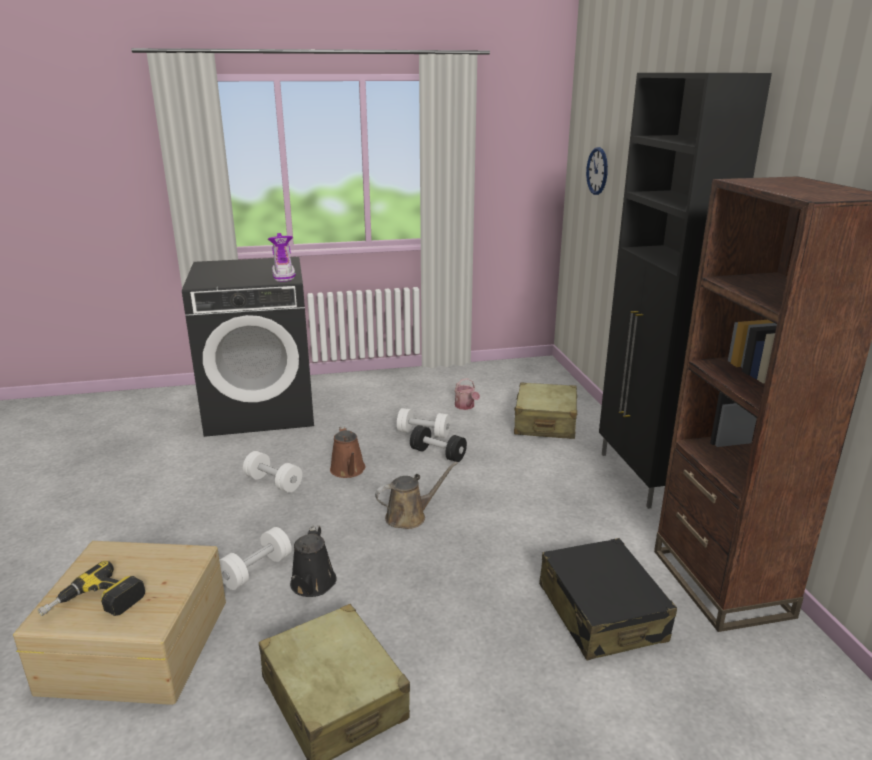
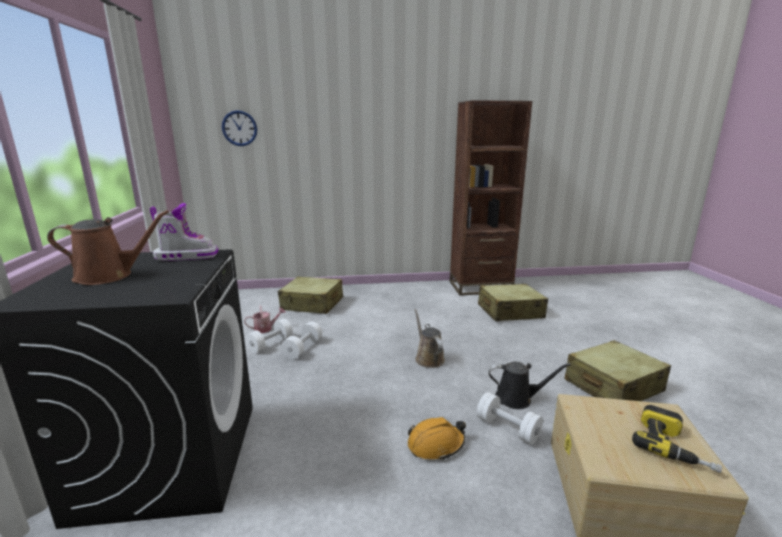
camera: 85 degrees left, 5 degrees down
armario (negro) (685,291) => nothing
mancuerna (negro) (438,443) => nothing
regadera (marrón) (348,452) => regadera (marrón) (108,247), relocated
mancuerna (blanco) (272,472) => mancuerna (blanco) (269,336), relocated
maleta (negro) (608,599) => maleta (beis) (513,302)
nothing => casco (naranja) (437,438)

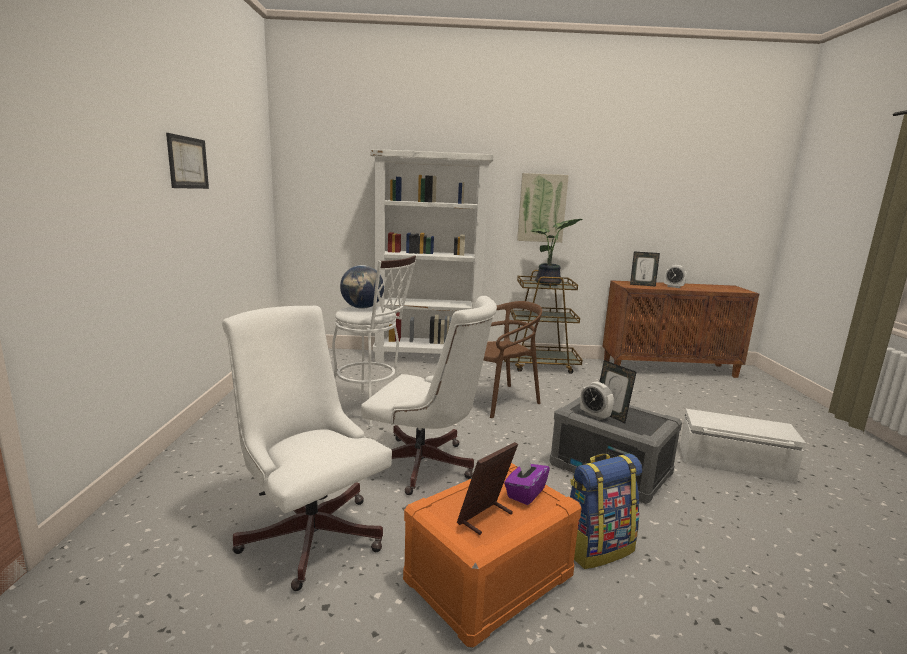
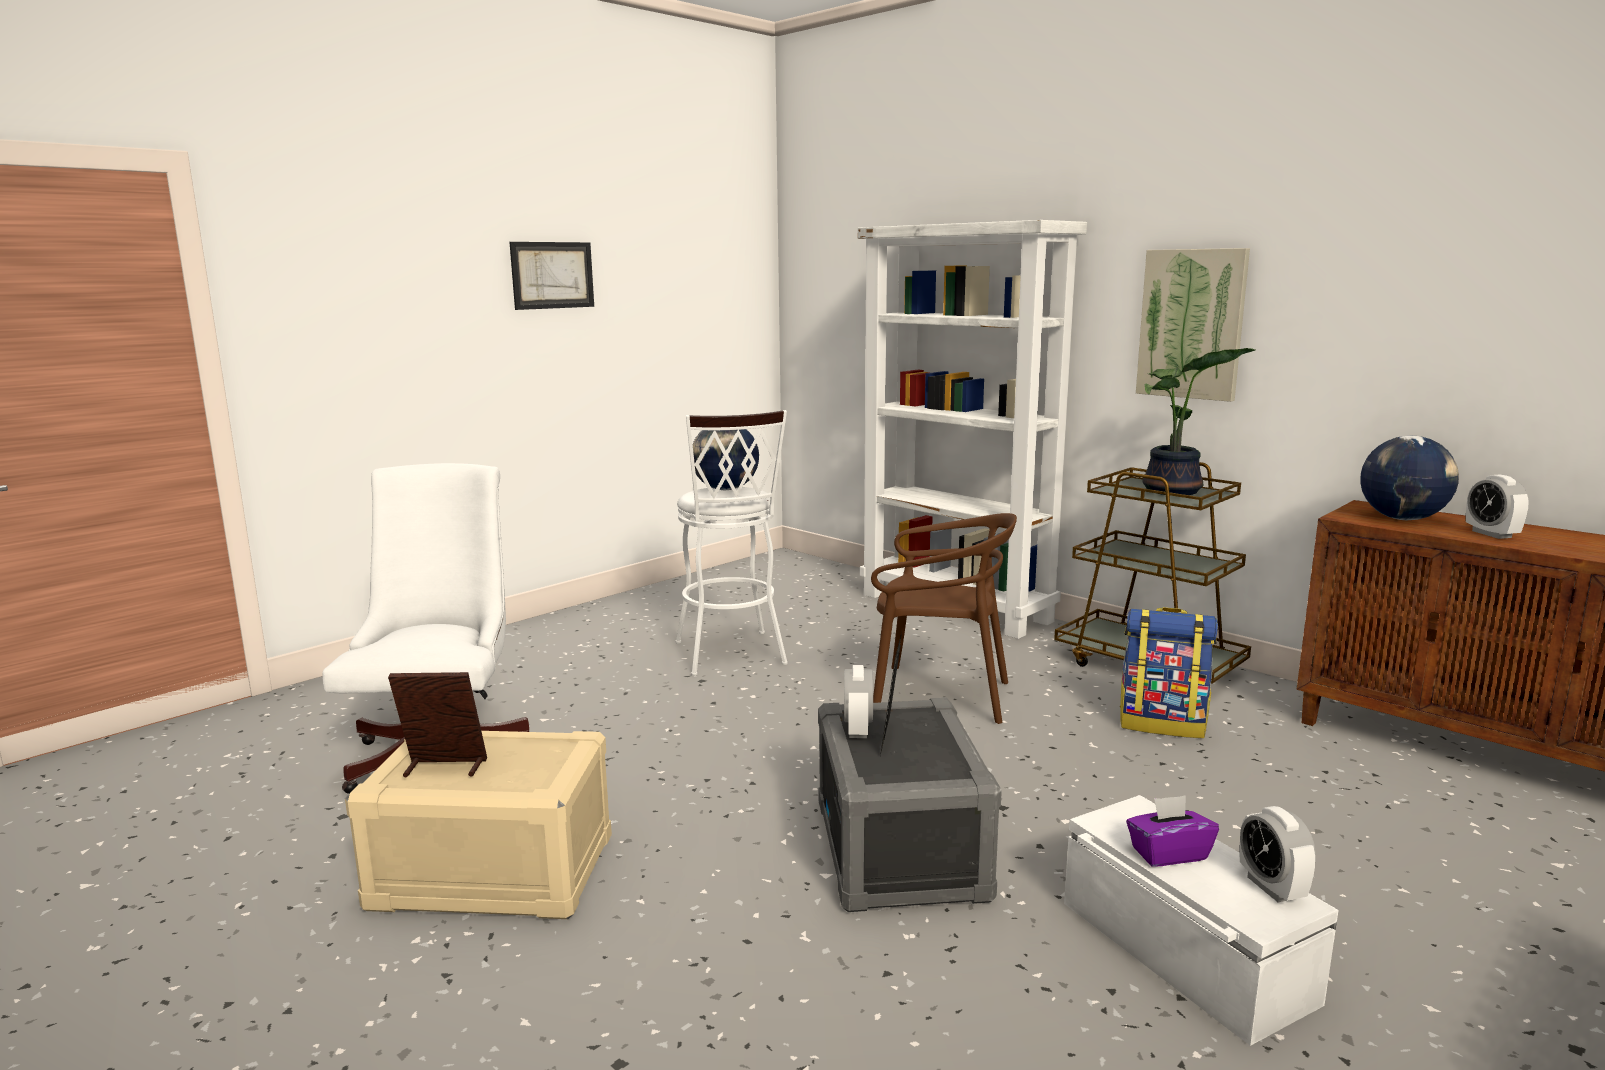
camera: 45 degrees right, 0 degrees up
portarretratos (645,269) => globo terráqueo (1409,478)
silla de oficina (blanco) (429,395) => nothing
mochila (606,511) => mochila (1169,672), relocated
caja de pañuelos (morado) (527,480) => caja de pañuelos (morado) (1172,831), relocated
caja de almacenaje (naranja) (492,555) => caja de almacenaje (beis) (478,825)
nothing => despertador (1278,854)

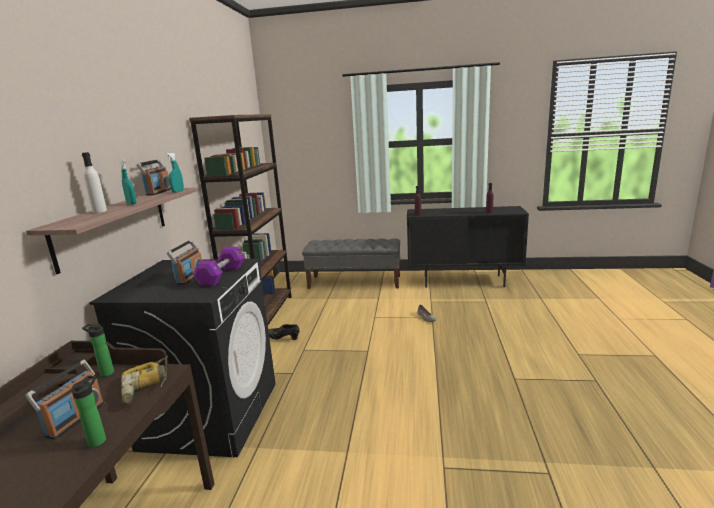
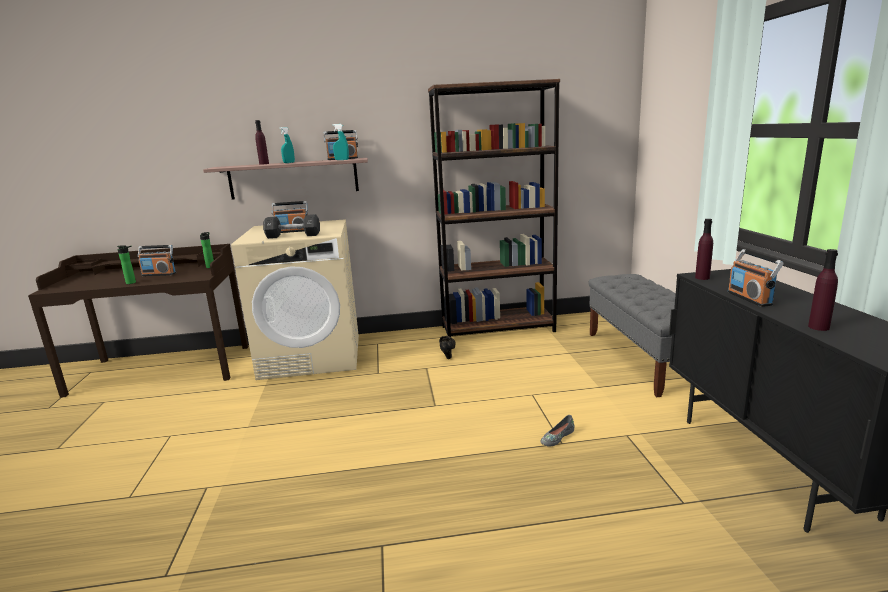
camera: 75 degrees right, 0 degrees up
botella (blanco) (94,182) => botella (morado) (262,142)
mancuerna (morado) (219,266) => mancuerna (negro) (291,226)
lavadora (negro) (182,358) => lavadora (beis) (295,299)
taladro (144,380) => nothing
nothing => radio (756,278)

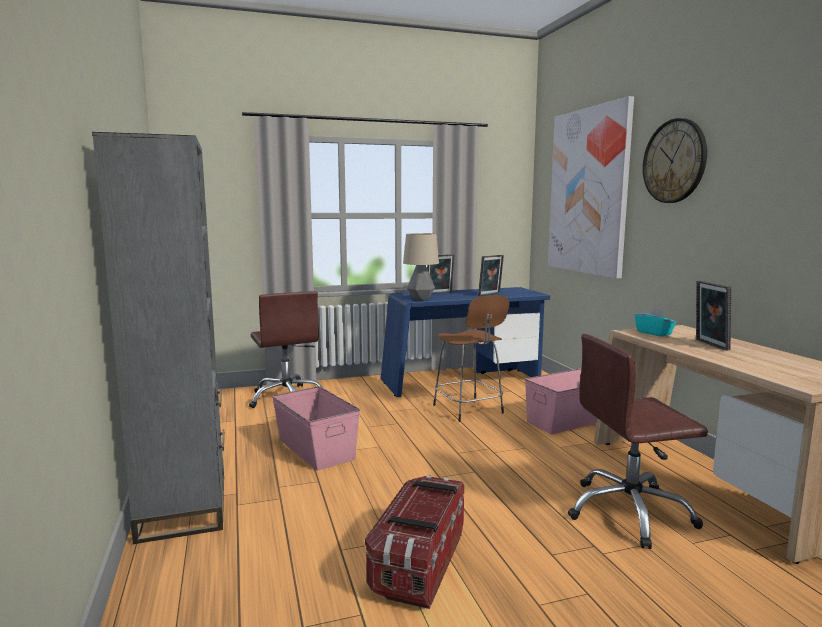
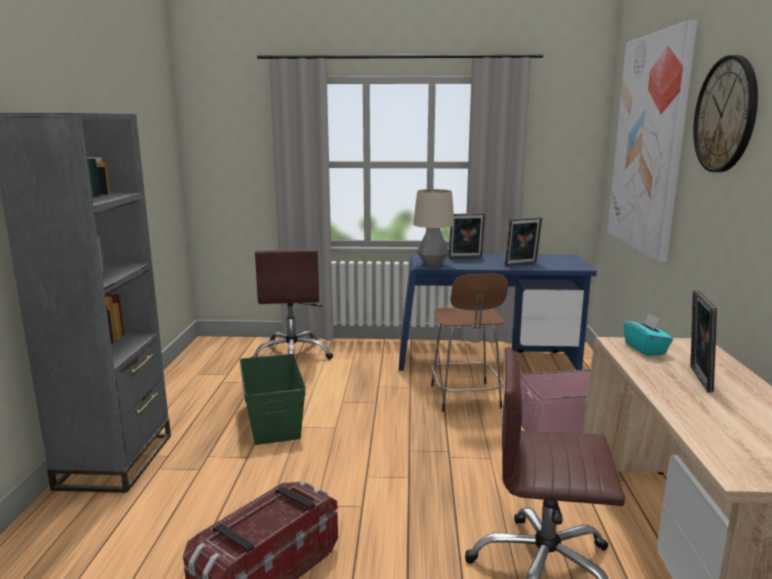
camera: 20 degrees right, 5 degrees up
caja de almacenaje (rosa) (316,428) => caja de almacenaje (verde) (273,399)

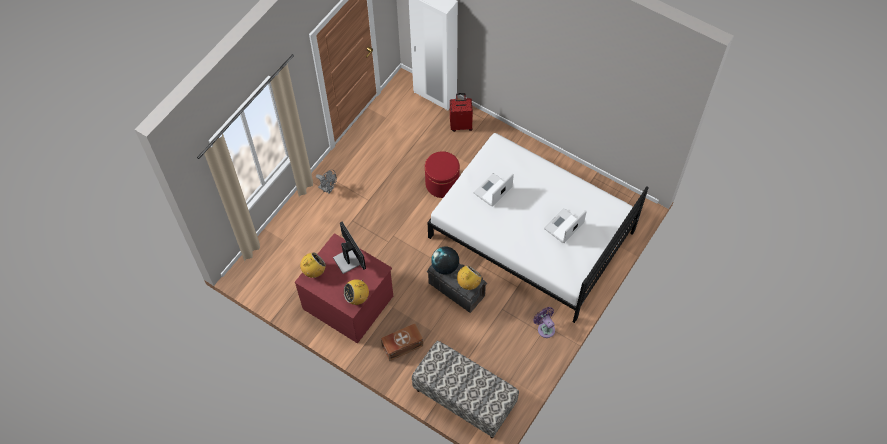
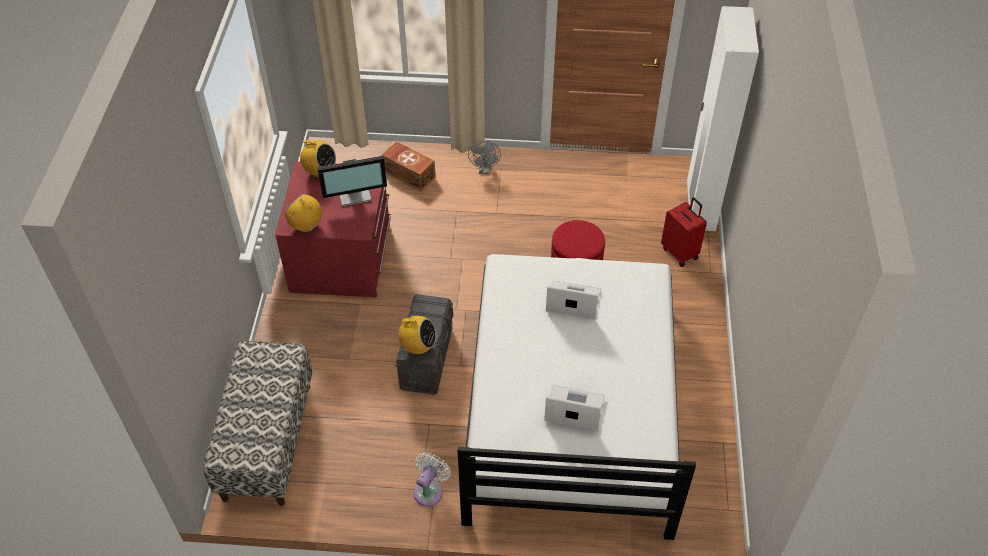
camera: 60 degrees right, 10 degrees down
monitor (349,248) => monitor (352,181), 45 degrees clockwise
globo terráqueo (445,260) => nothing
ventilador (morado) (544,322) => ventilador (blanco) (432,479)
caja de almacenaje (marrón) (402,342) => caja de almacenaje (marrón) (409,166), relocated

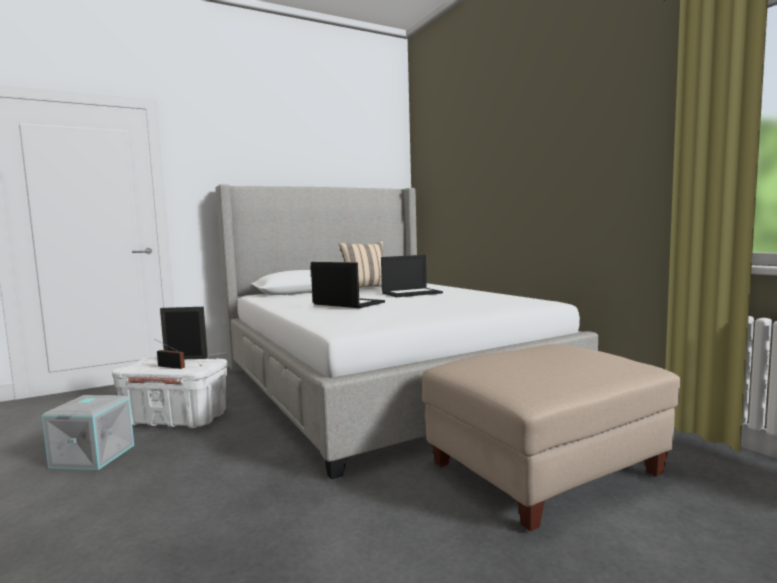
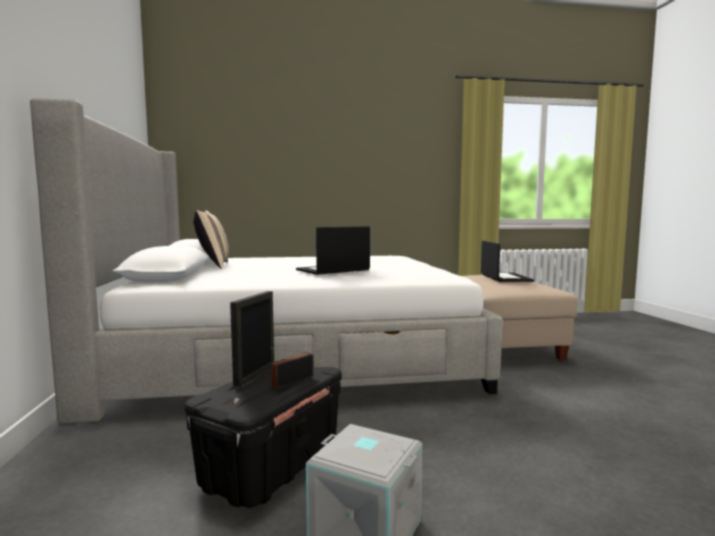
camera: 70 degrees left, 0 degrees up
portátil (412,276) => portátil (507,261), relocated
caja de almacenaje (blanco) (169,392) => caja de almacenaje (negro) (263,433)

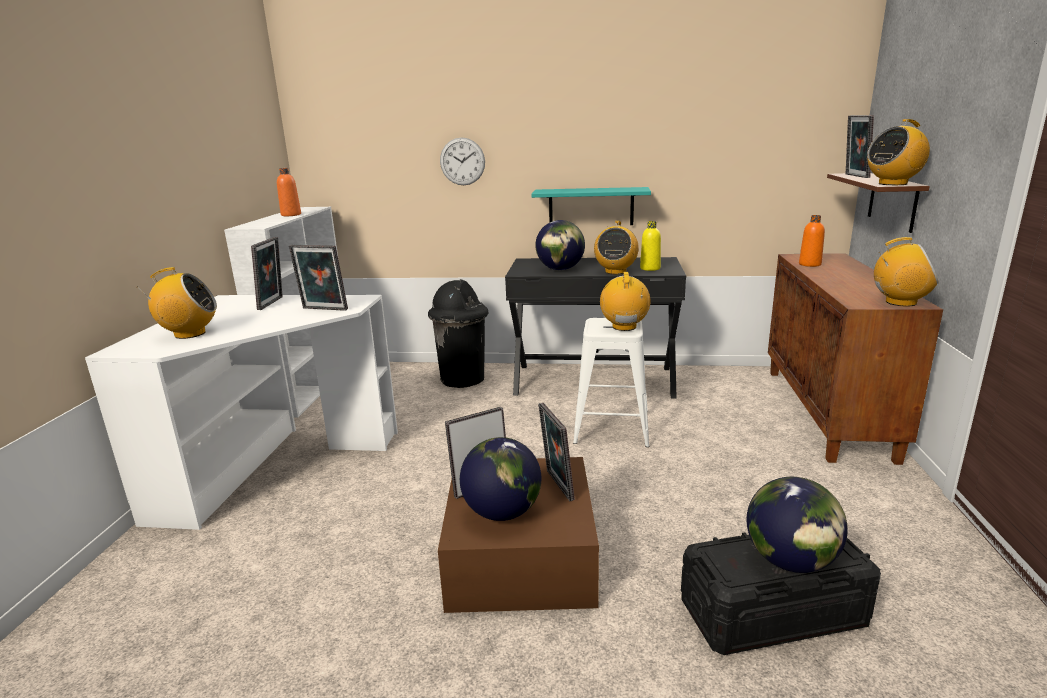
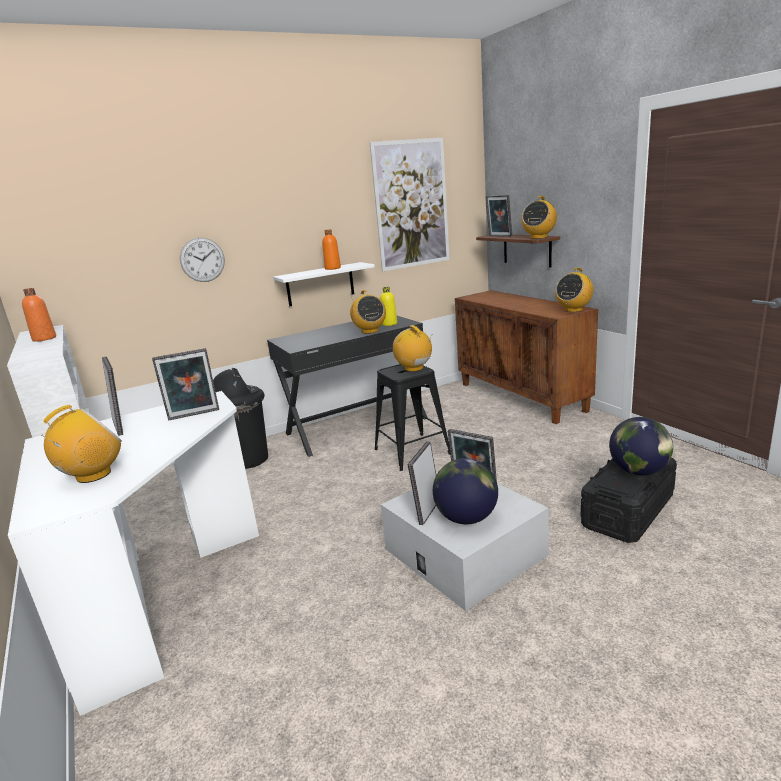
camera: 35 degrees left, 0 degrees up
estante (turquesa) (591,206) => estante (blanco) (324,284)
botella (naranja) (812,241) => botella (naranja) (331,249), relocated
globo terráqueo (560,245) => nothing
radio (906,272) => radio (574,290), 150 degrees clockwise
taburete (blanco) (611,382) => taburete (negro) (412,417)
caja de almacenaje (marrón) (518,535) => caja de almacenaje (blanco) (465,547)
nothing => cuadro (409,204)

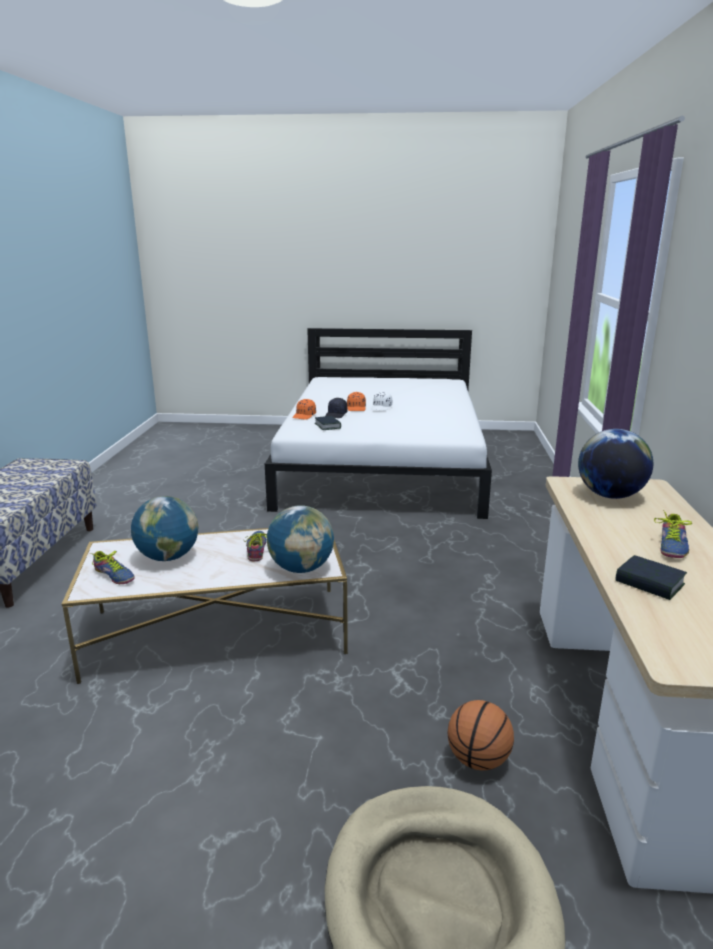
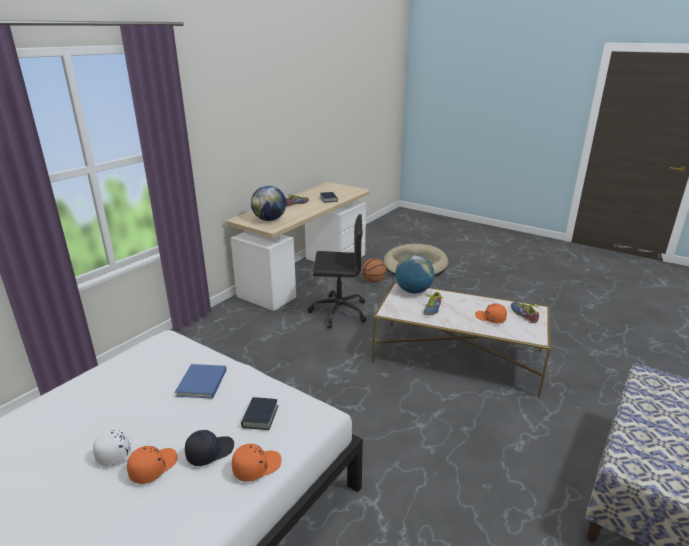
camera: 150 degrees left, 5 degrees up
globo terráqueo (164,528) => gorra (naranja) (491,313)
nothing => silla de oficina (negro) (337,271)
nothing => libro (azul) (201,381)

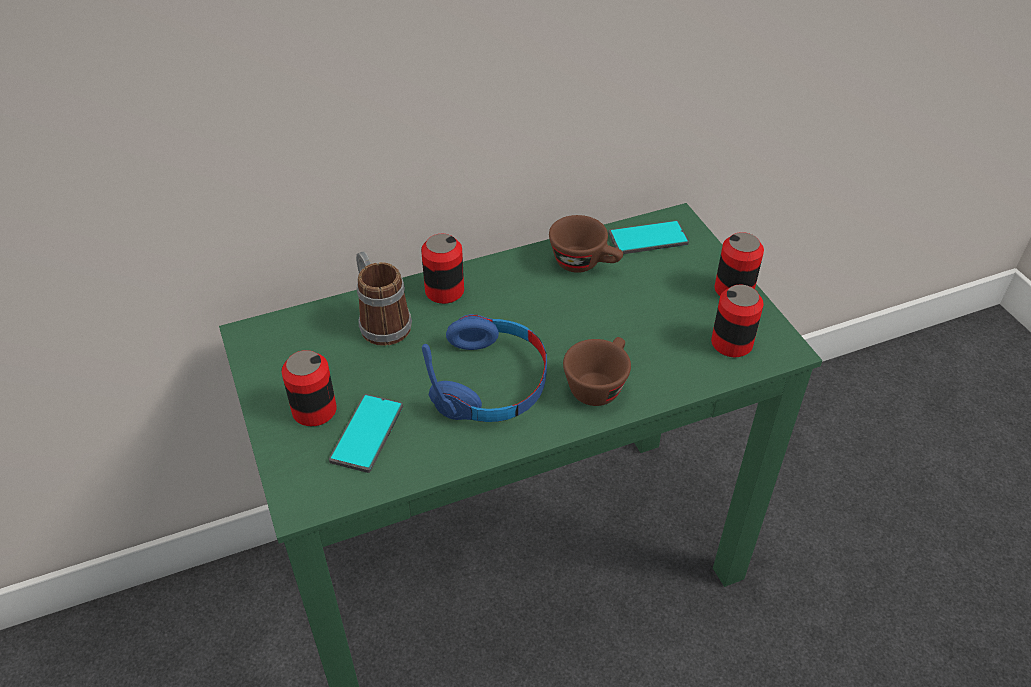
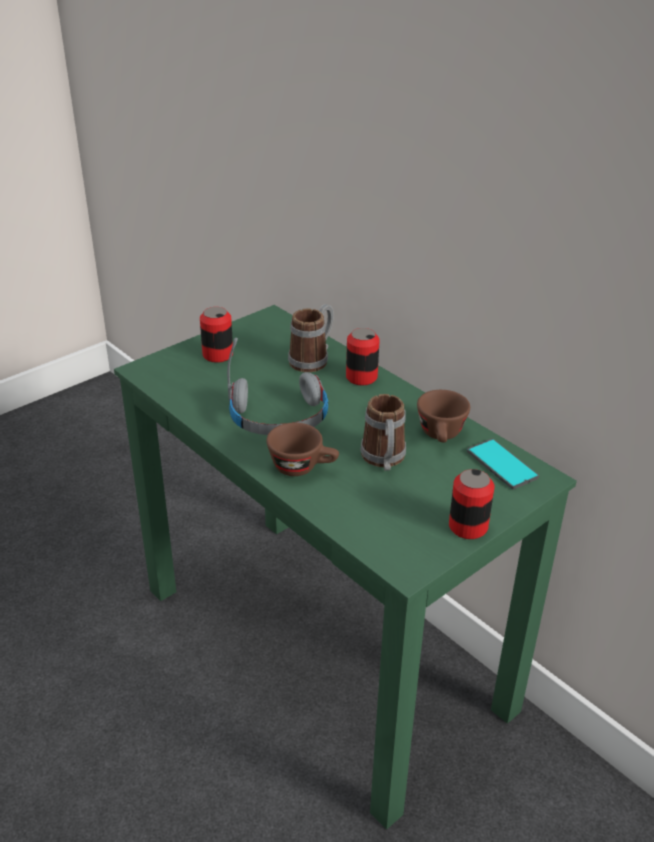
camera: 70 degrees right, 10 degrees down
lata (737,321) => nothing
auriculares (azul) (484,368) => auriculares (gris) (277,386)
móvil (366,433) => nothing
nothing => taza grande (383,432)

